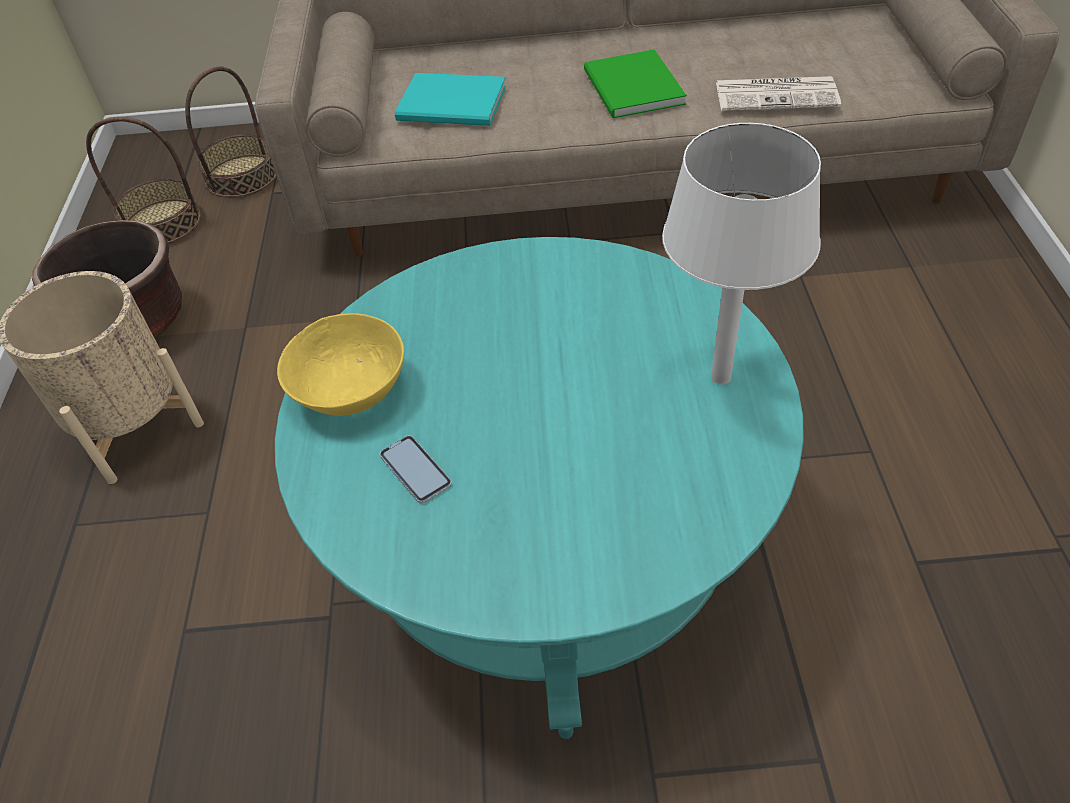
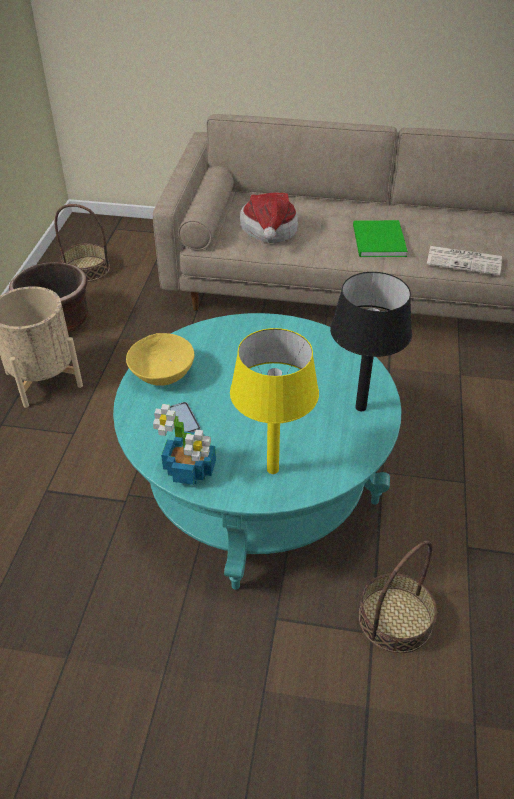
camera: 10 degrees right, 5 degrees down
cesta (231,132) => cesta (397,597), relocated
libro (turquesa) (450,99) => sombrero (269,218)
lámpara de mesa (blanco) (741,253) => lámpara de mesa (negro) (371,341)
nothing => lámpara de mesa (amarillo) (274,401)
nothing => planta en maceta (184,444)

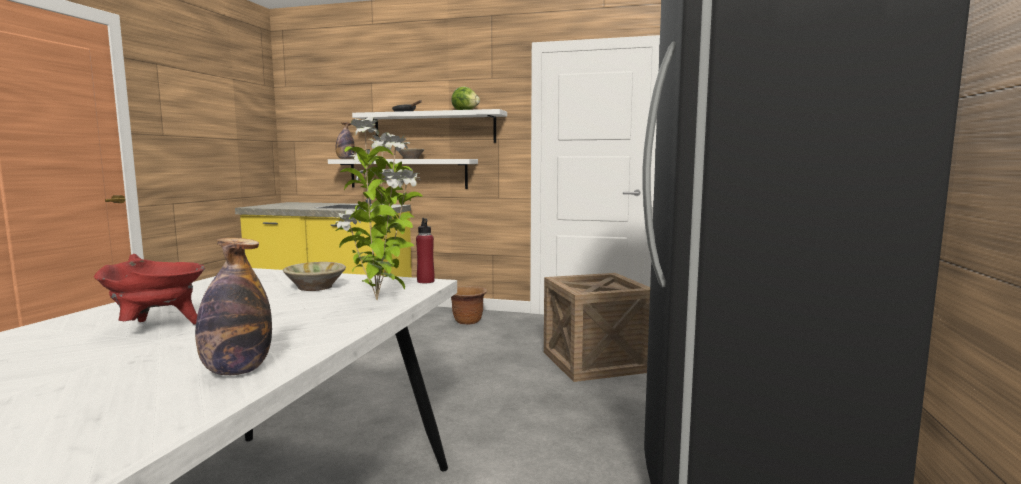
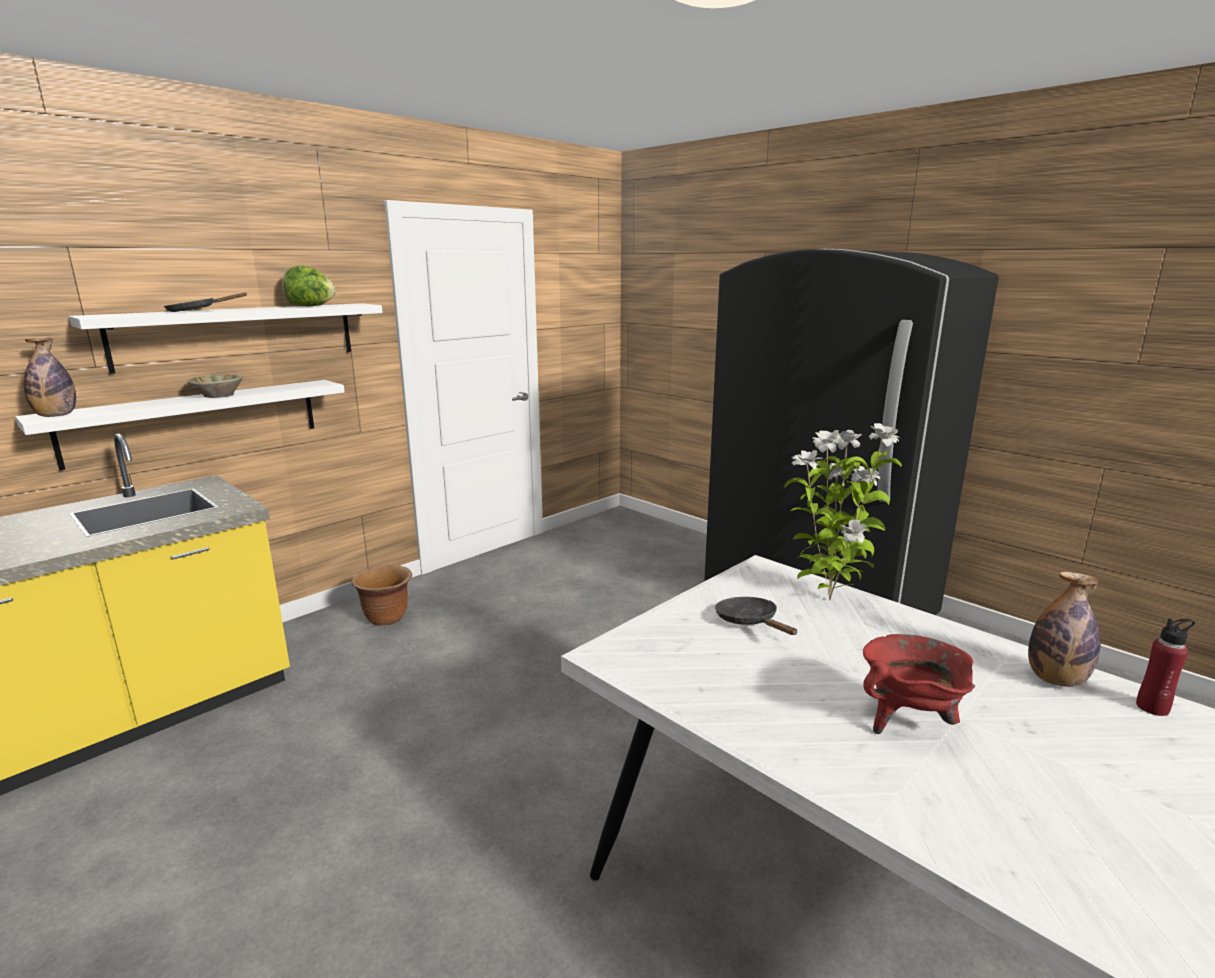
camera: 60 degrees left, 10 degrees up
botella (rojo) (425,250) => botella (rojo) (1165,667), relocated
cuenco (beis) (314,276) => sartén (negro) (756,616)
caja de embalaje (597,327) => nothing

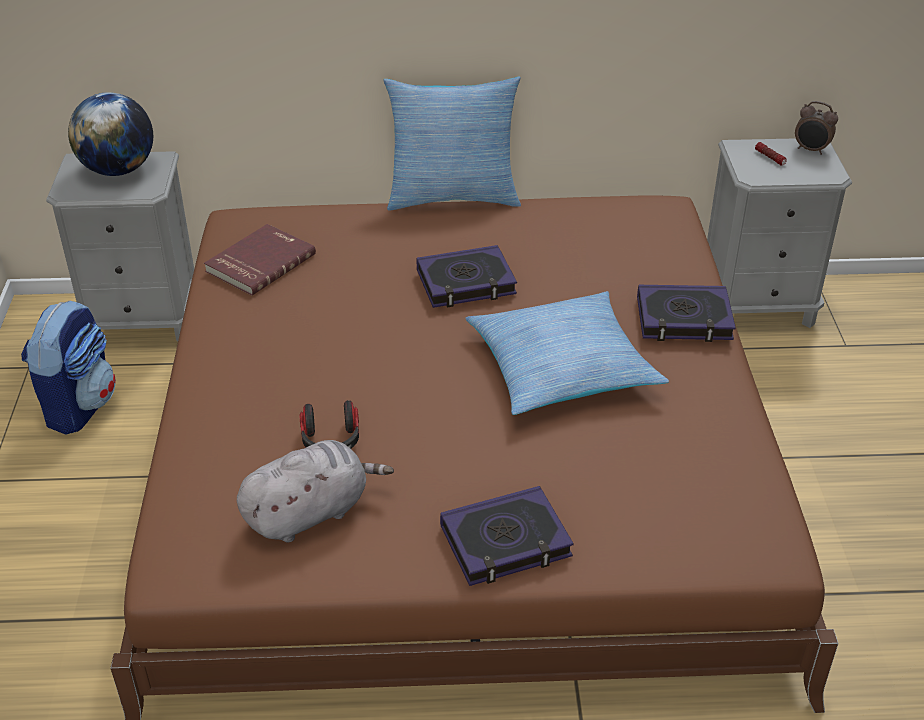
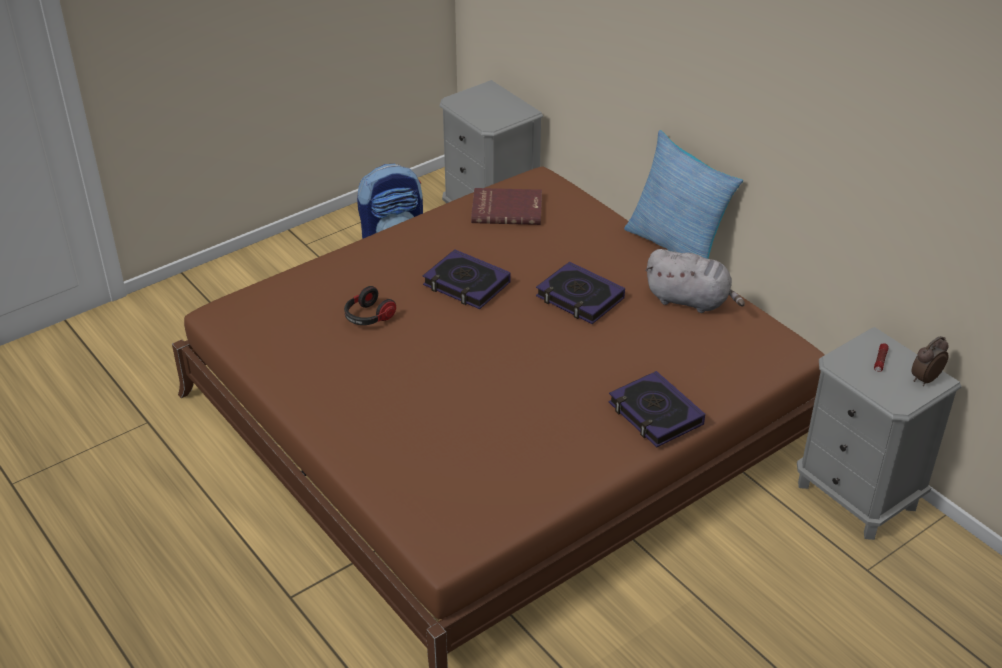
camera: 55 degrees right, 0 degrees up
globo terráqueo (110,134) => nothing
despertador (816,128) => despertador (930,361), 60 degrees clockwise
cojín (567,353) => nothing
peluche (gris) (315,491) => peluche (gris) (695,281), relocated
libro (507,536) => libro (466,279), relocated

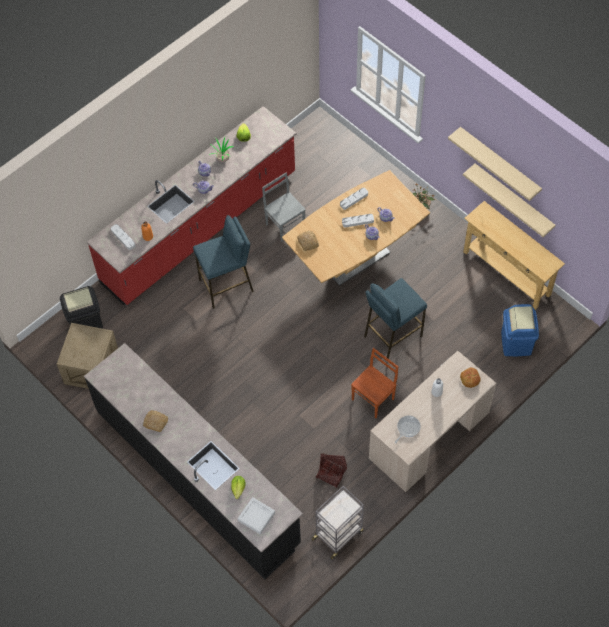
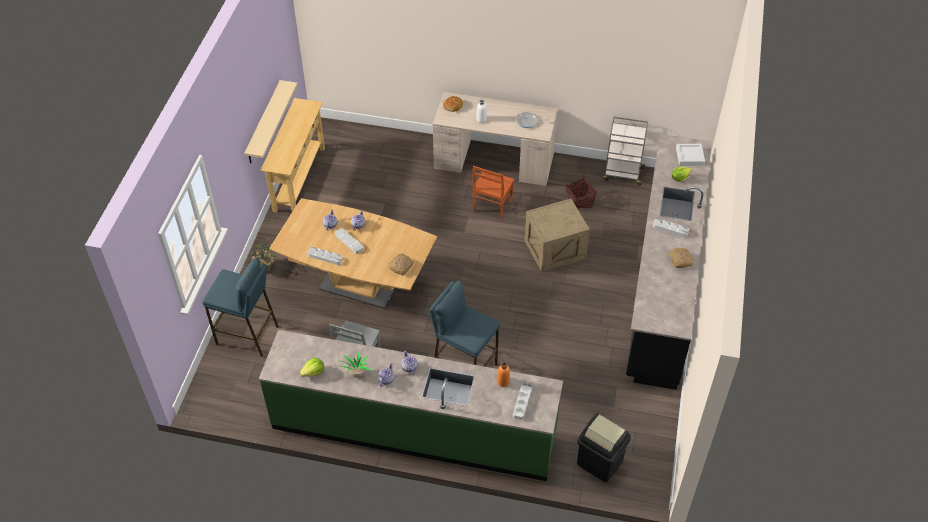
camera: 125 degrees left, 10 degrees down
mueble bajo de cocina (rojo) (192,205) => mueble bajo de cocina (verde) (411,405)
estante (beis) (495,164) => nothing
taburete (azul) (395,318) => taburete (azul) (240,307), relocated
papelera (azul) (520,330) => nothing
caja de embalaje (87,356) => caja de embalaje (557,235), relocated
silla (marrón) (374,383) => silla (marrón) (493,193), 75 degrees counterclockwise
nothing => bandeja (gris) (671,227)

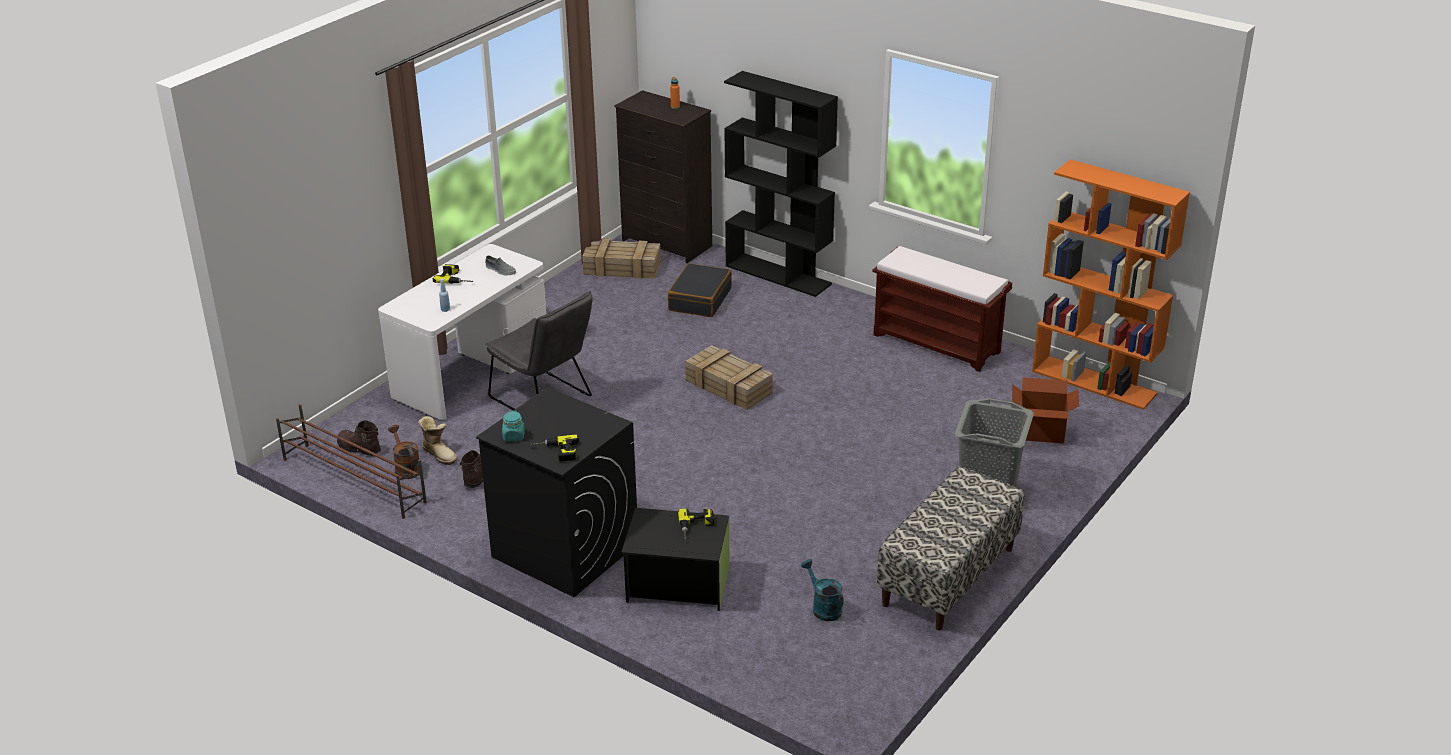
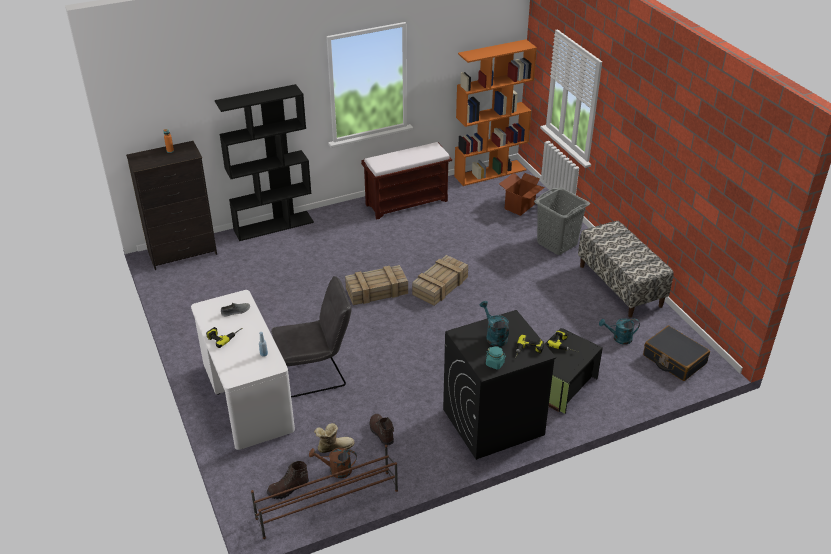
camera: 60 degrees left, 5 degrees up
caja de embalaje (621,259) => caja de embalaje (440,280), relocated
maleta (negro) (700,290) => maleta (negro) (676,353), relocated
nothing => regadera (turquesa) (494,324)

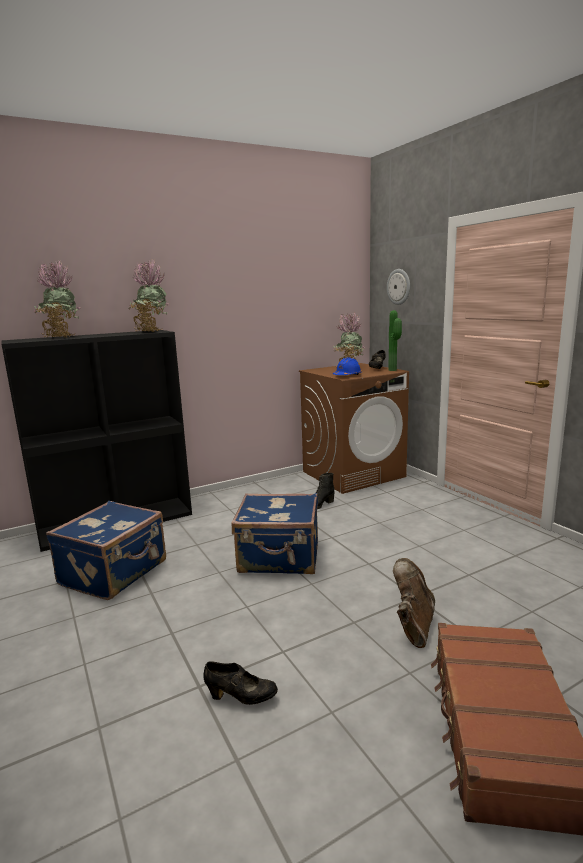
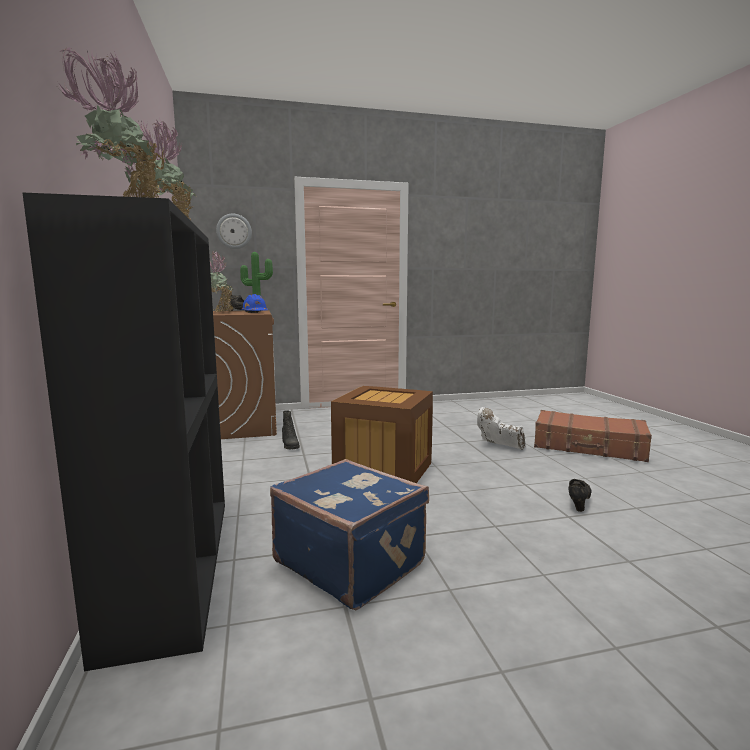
camera: 75 degrees left, 5 degrees down
maleta (azul) (275,533) => caja de embalaje (382,434)
bota (marrón) (414,603) => bota (blanco) (501,428)

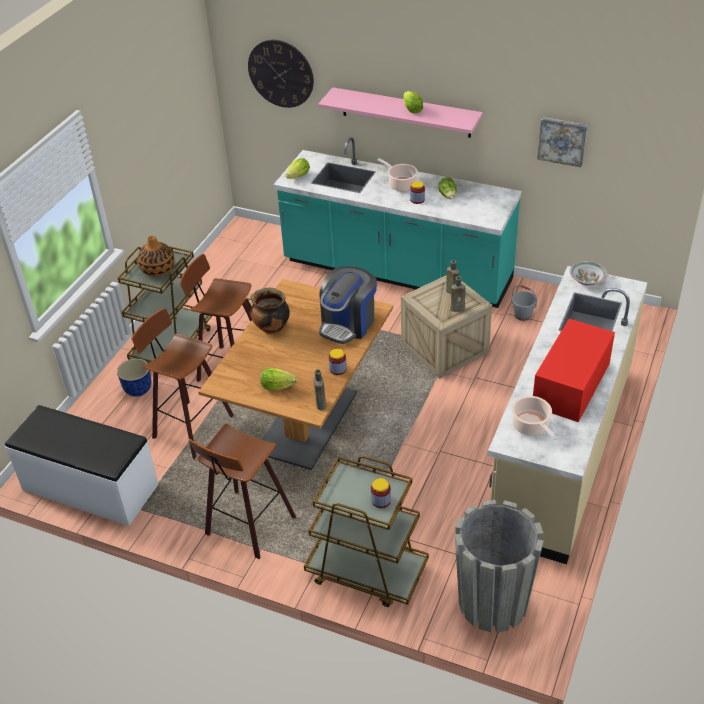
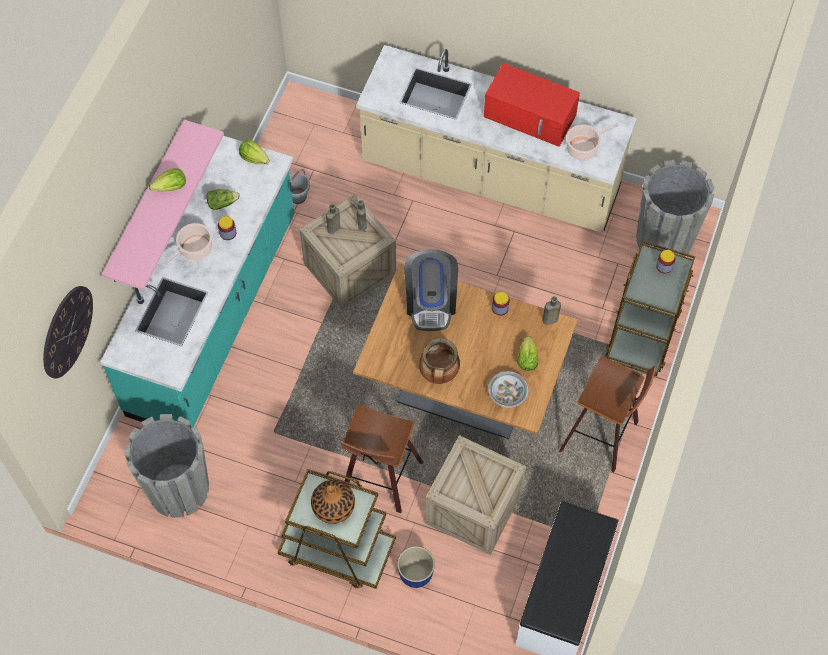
camera: 95 degrees left, 20 degrees up
cuadro (562,142) => nothing
lechuga (298,168) => lechuga (254,152), relocated
cuenco (588,273) => cuenco (508,389), relocated
cafetera (348,305) => cafetera (431,290), 60 degrees clockwise
taburete (183,383) => caja de embalaje (475,495)
nothing => maceta (gris) (167,466)

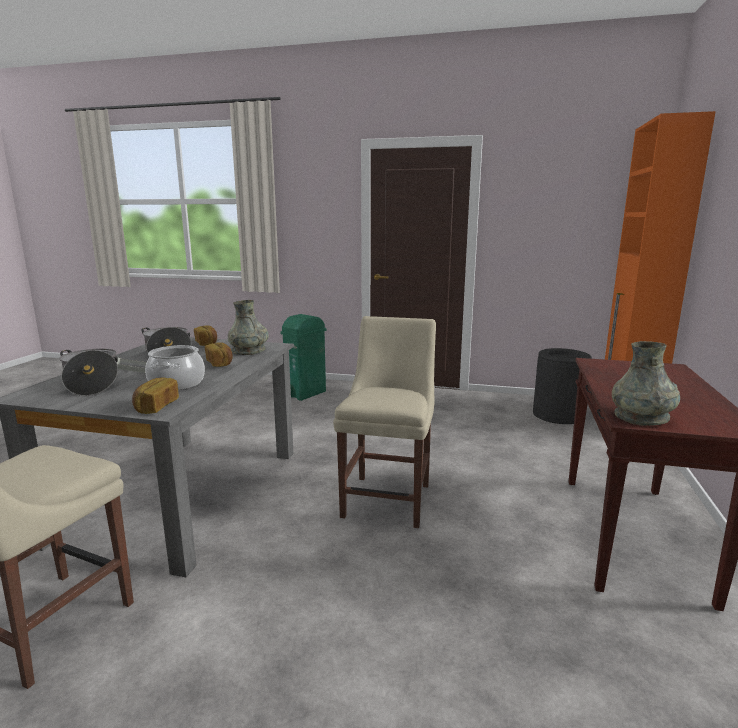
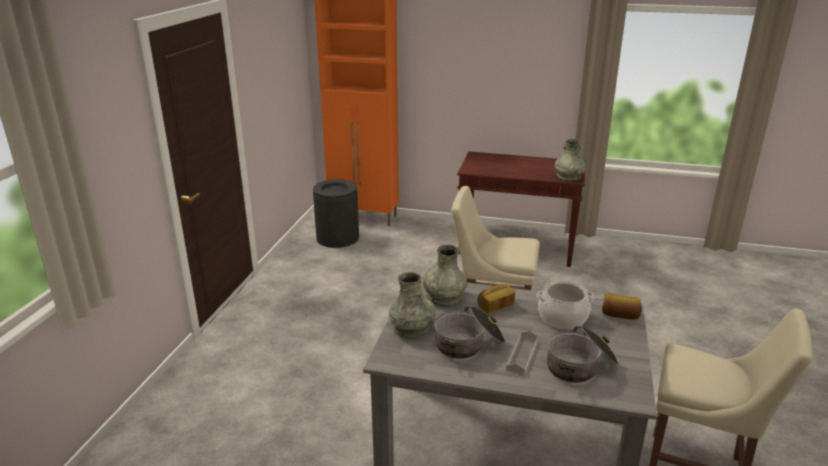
camera: 90 degrees left, 10 degrees up
papelera (verde) (303,357) => nothing
pan (205,335) => florero (gris) (412,305)

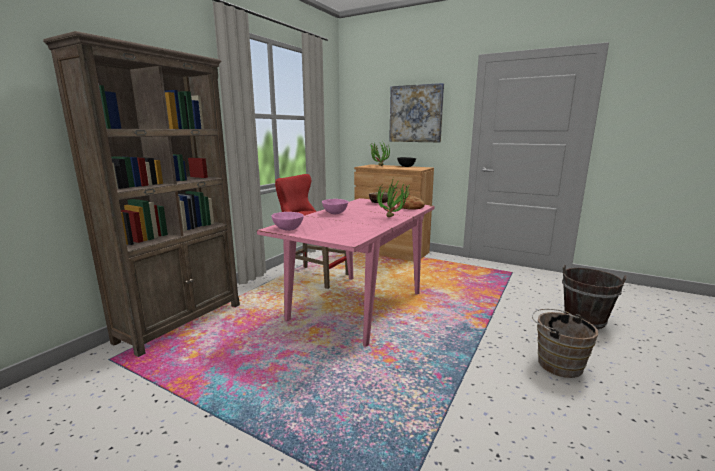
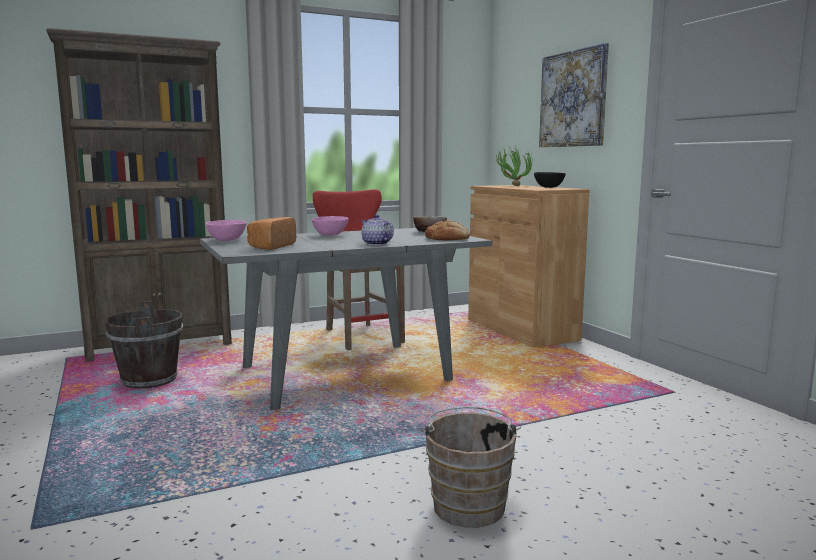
camera: 35 degrees right, 5 degrees down
planta en maceta (393,197) => tetera (377,229)
mesa de comedor (rosa) (346,272) => mesa de comedor (gris) (346,319)
cubo (marrón) (594,297) => cubo (marrón) (144,344), relocated
nothing => pan (271,233)

